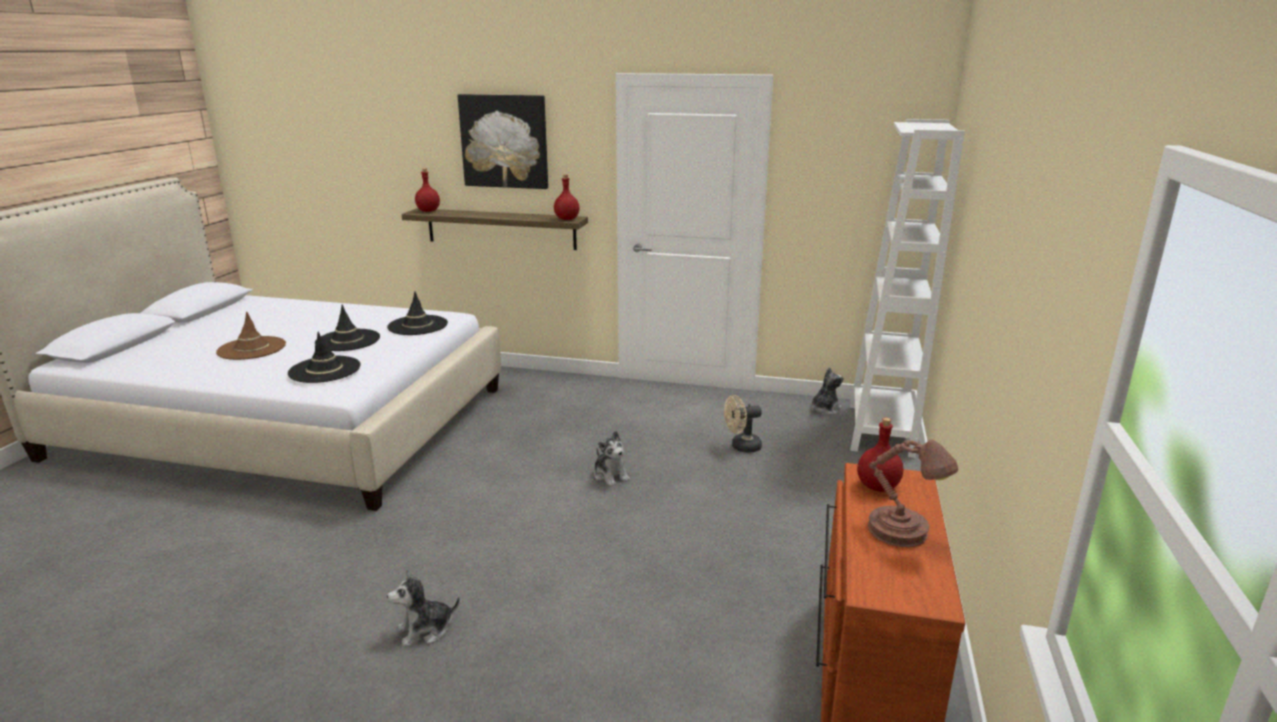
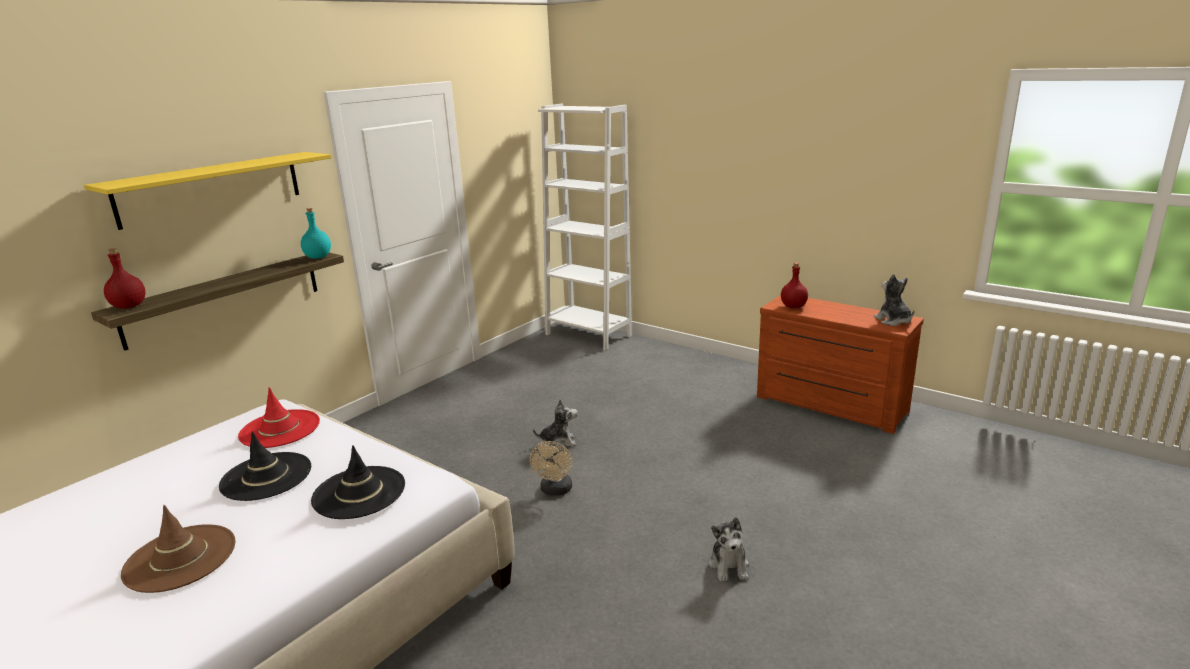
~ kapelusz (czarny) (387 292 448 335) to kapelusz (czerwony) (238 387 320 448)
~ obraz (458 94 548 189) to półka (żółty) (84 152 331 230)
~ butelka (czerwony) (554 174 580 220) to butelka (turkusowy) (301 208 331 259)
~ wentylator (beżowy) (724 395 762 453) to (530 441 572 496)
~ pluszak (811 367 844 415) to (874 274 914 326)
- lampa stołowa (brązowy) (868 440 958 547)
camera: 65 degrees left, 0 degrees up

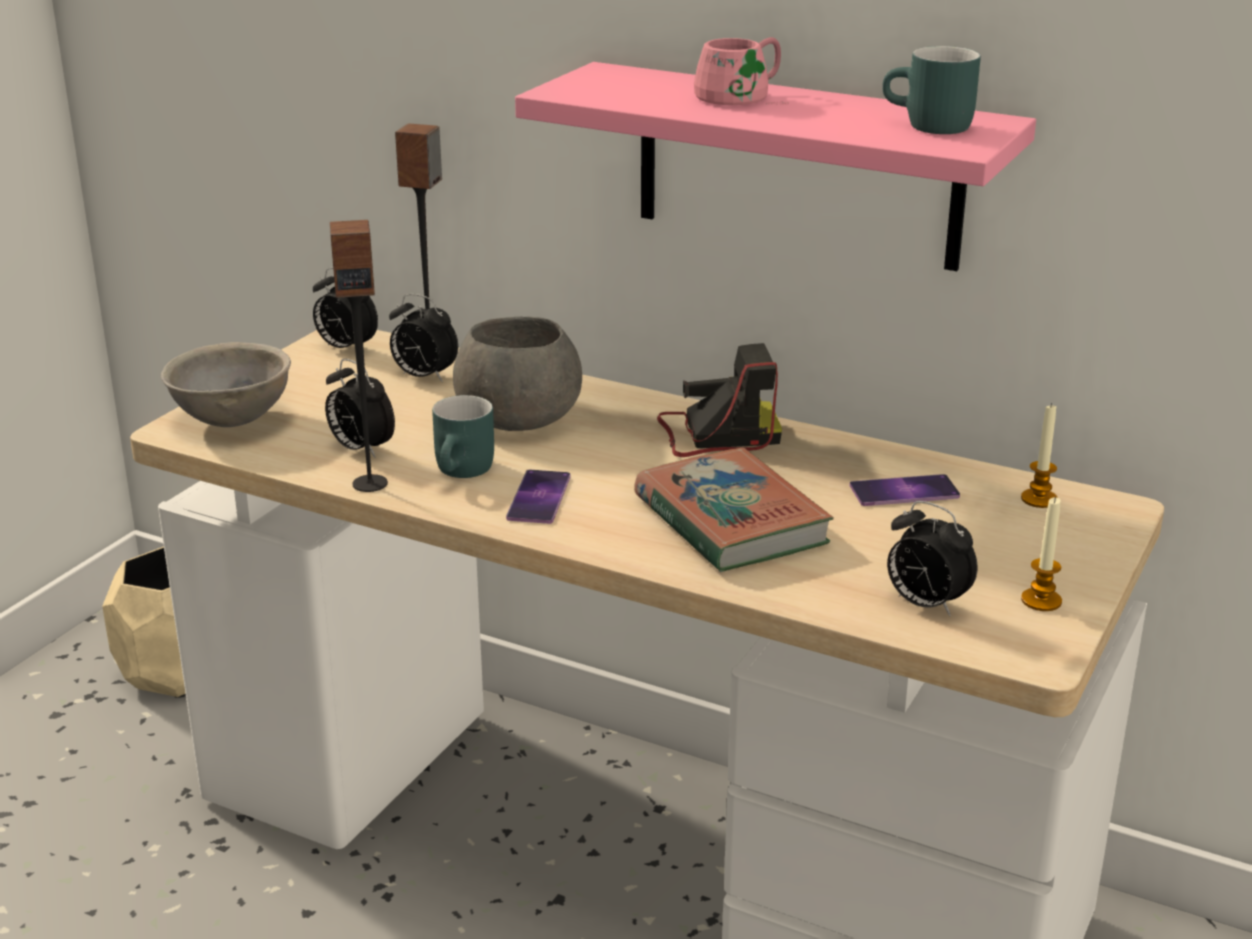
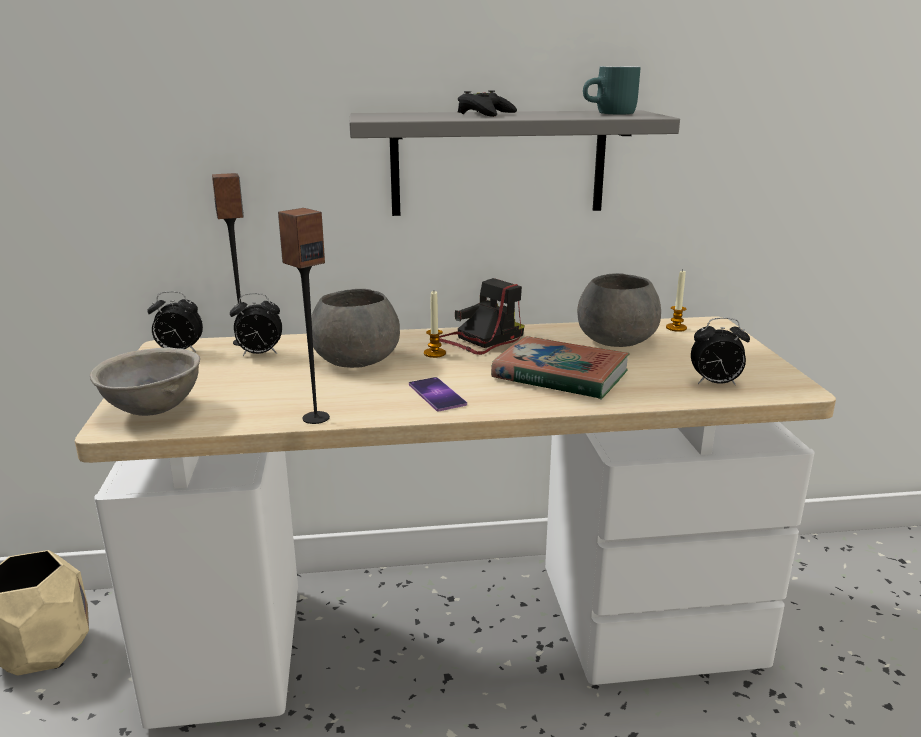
- budzik (325 359 395 458)
- kubek (turkusowy) (432 395 494 478)
~ półka (różowy) (515 62 1036 271) to półka (szary) (349 110 680 216)
~ kubek (różowy) (694 37 789 105) to pad do gier (czarny) (458 90 517 117)
~ telefon (850 474 960 506) to miska (szary) (577 273 661 347)
~ świeca (1021 496 1062 611) to (424 291 446 358)
camera: 35 degrees left, 5 degrees down

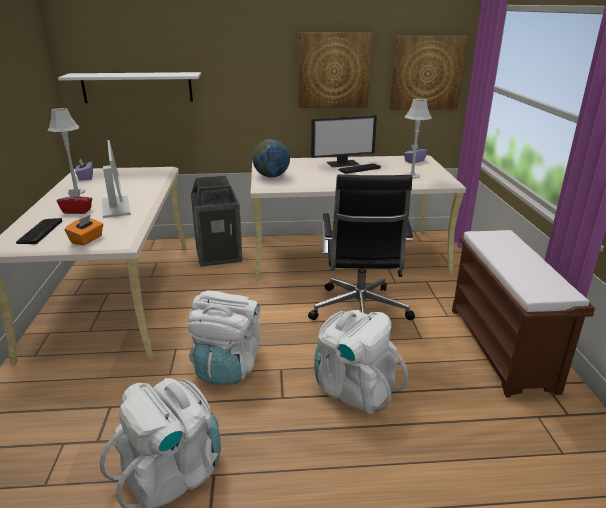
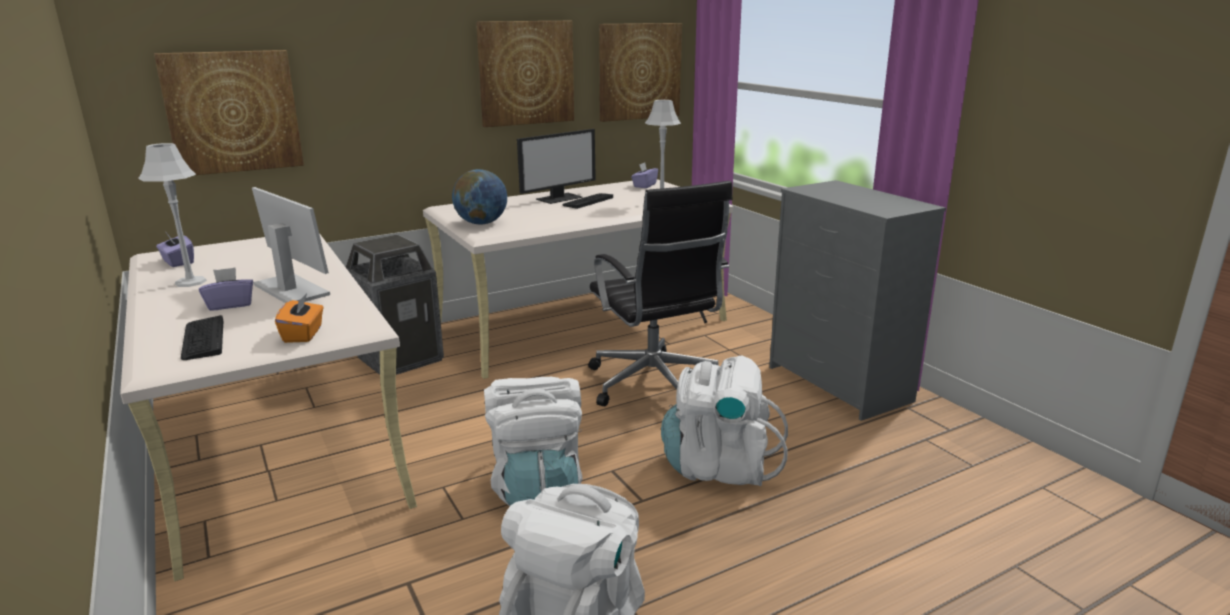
~ pudełko chusteczek (czerwony) (57 189 92 214) to pudełko chusteczek (fioletowy) (199 267 253 311)
~ półka (biały) (58 72 201 103) to obraz (154 50 304 175)
~ ławka (brązowy) (452 230 595 397) to komoda (szary) (769 180 946 421)
camera: 25 degrees left, 5 degrees down

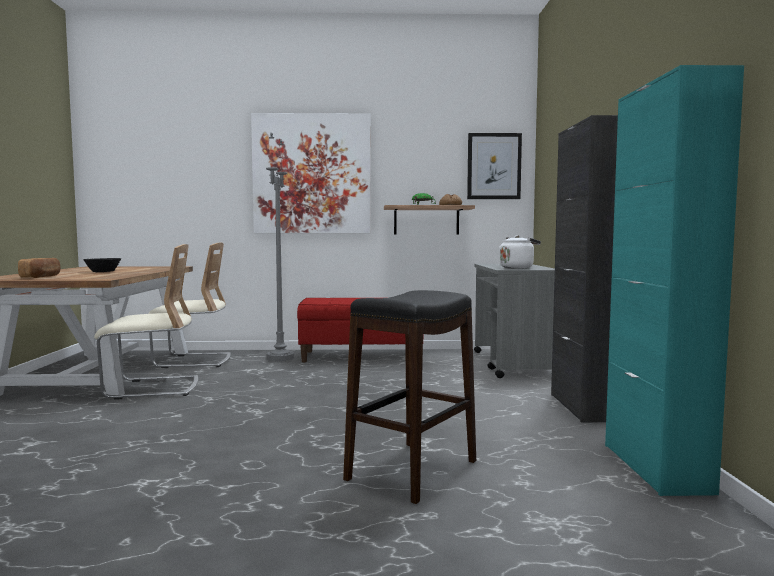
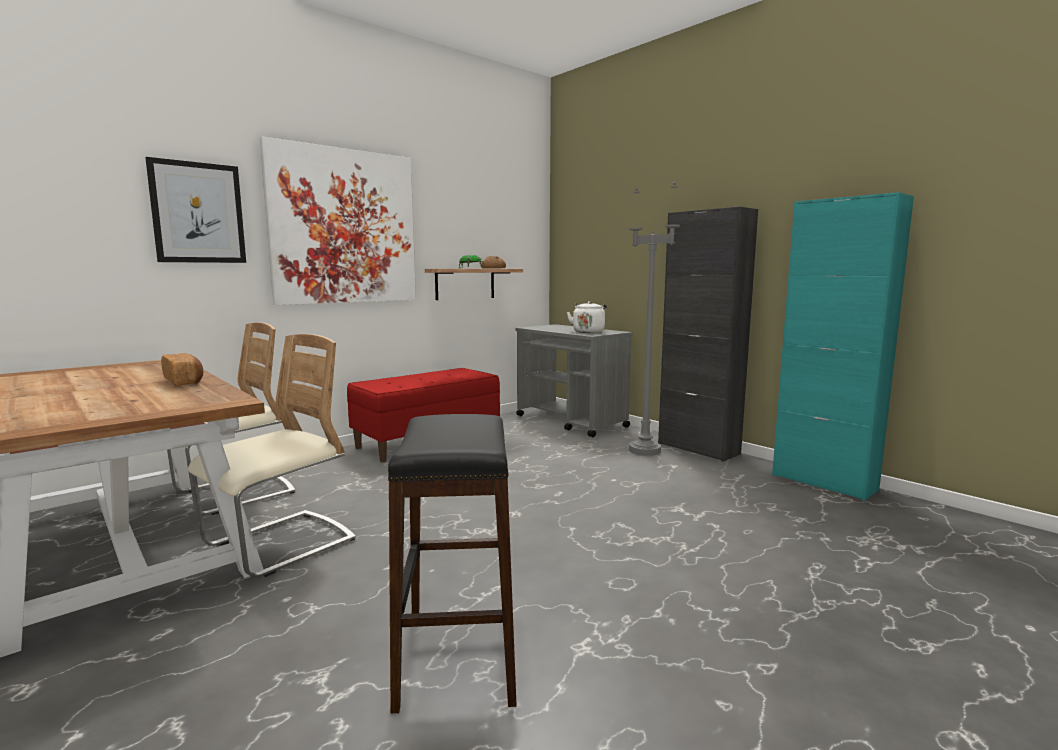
~ chleb (18 258 60 278) to (161 353 203 386)
- miska (czarny) (83 258 121 273)
~ lampa stojąca (szary) (266 132 294 361) to (628 180 680 456)
~ stołek (czarny) (343 290 476 504) to (388 414 517 714)
~ obraz (467 133 522 199) to (145 157 246 263)
camera: 40 degrees left, 5 degrees up

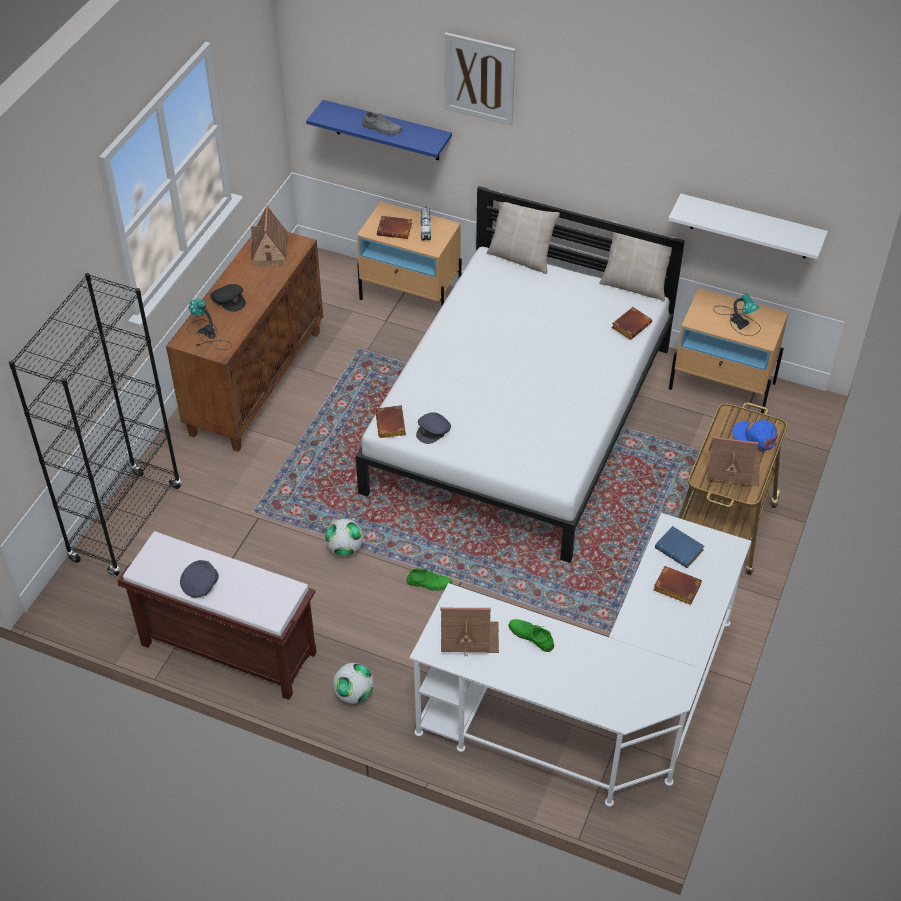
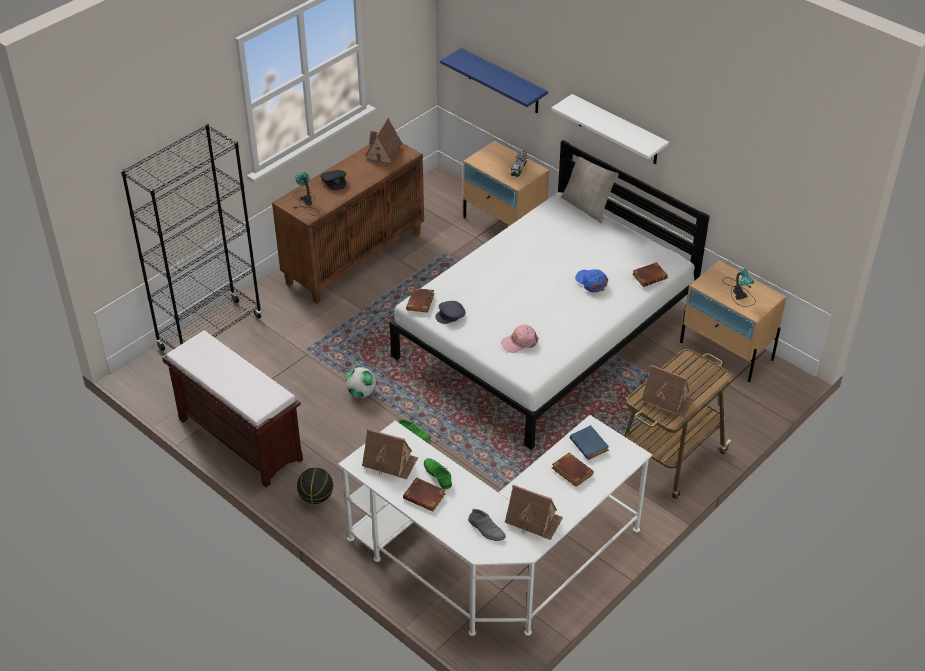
- czapka z daszkiem (szary) (180 560 219 598)
~ piłka futbolowa (333 663 374 704) to piłka do koszykówki (297 468 333 504)
~ but (szary) (362 111 402 135) to (468 508 506 541)
~ książka (brązowy) (377 216 412 239) to (403 477 446 512)
- obraz (444 32 516 126)
- poduszka (beżowy) (599 221 679 301)
~ półka (biały) (668 194 828 259) to (551 94 669 164)
~ czapka z daszkiem (niebieski) (732 420 779 451) to (575 269 608 292)
+ czapka z daszkiem (różowy) (501 325 539 353)
+ domek (505 484 563 540)
camera: 20 degrees right, 5 degrees down

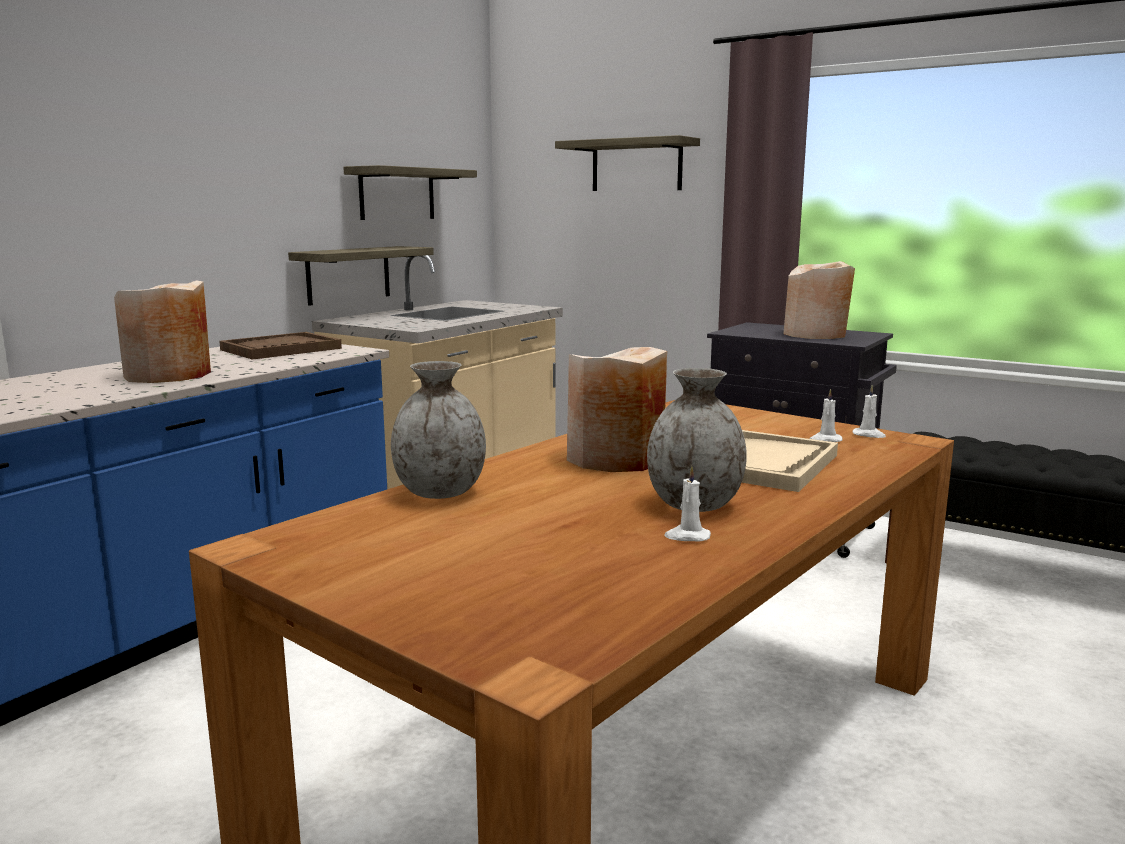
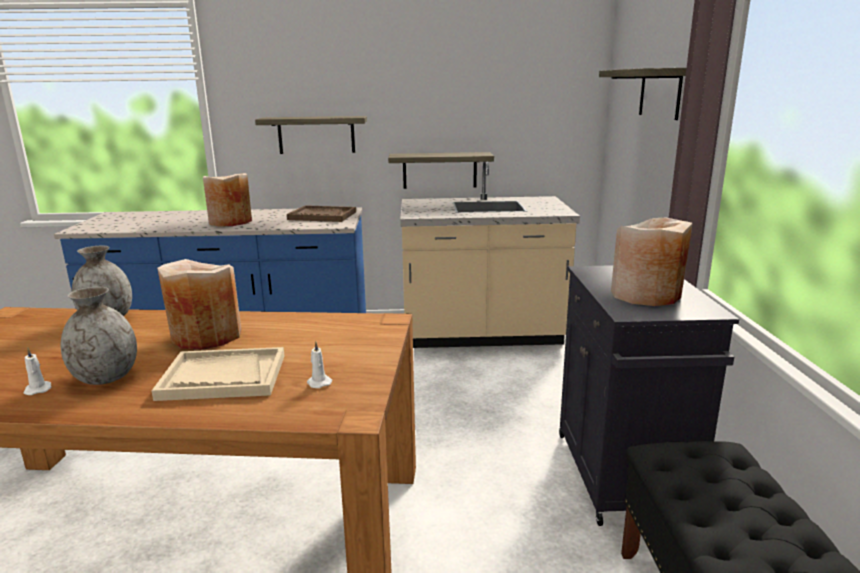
~ półka (343 165 477 220) to (255 116 367 154)
- świeca (biały) (853 385 886 438)
camera: 55 degrees right, 5 degrees up

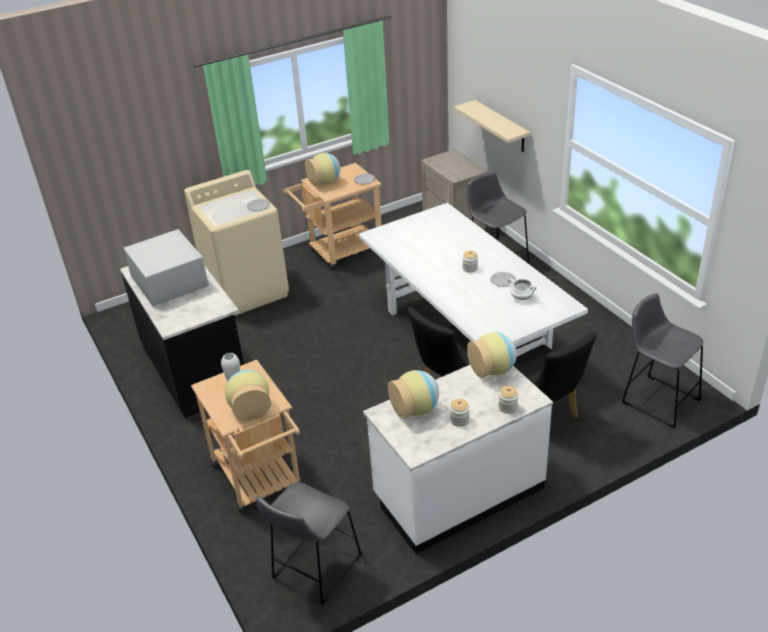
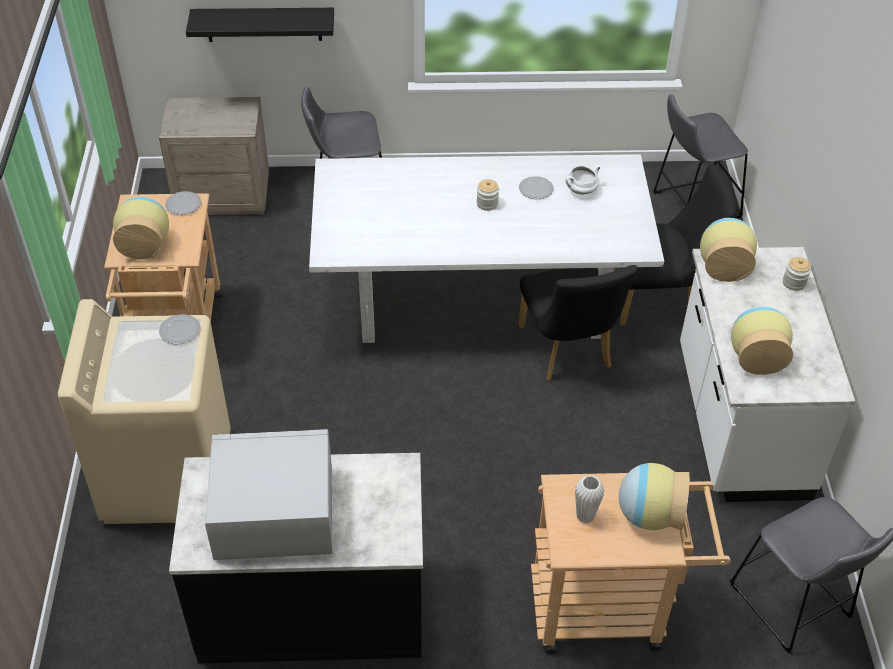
- słoik (450 399 470 427)
~ półka (beżowy) (454 100 530 152) to półka (czarny) (186 8 334 42)
camera: 65 degrees left, 10 degrees up

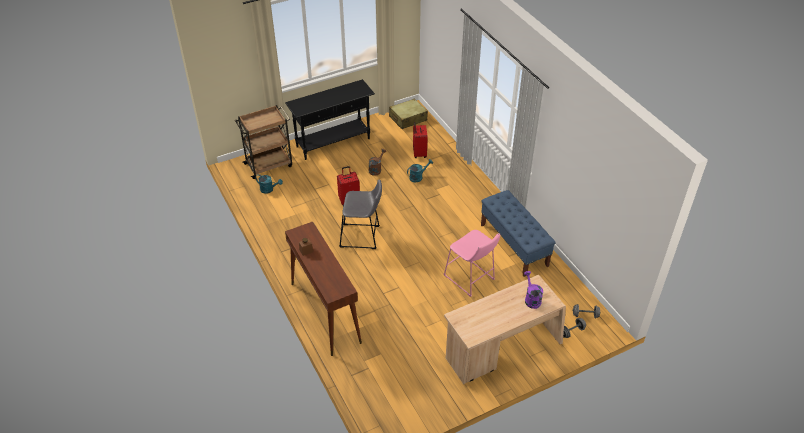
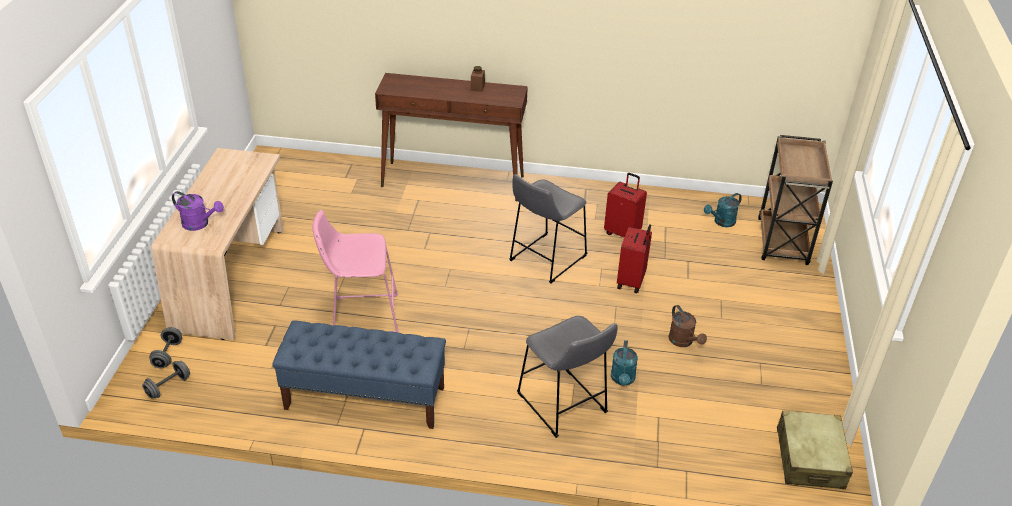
- stolik konsolowy (czarny) (285 79 375 160)
~ walizka (czerwony) (413 122 428 158) to (604 173 647 238)
+ stołek (szary) (517 316 618 438)
camera: 125 degrees right, 5 degrees down

